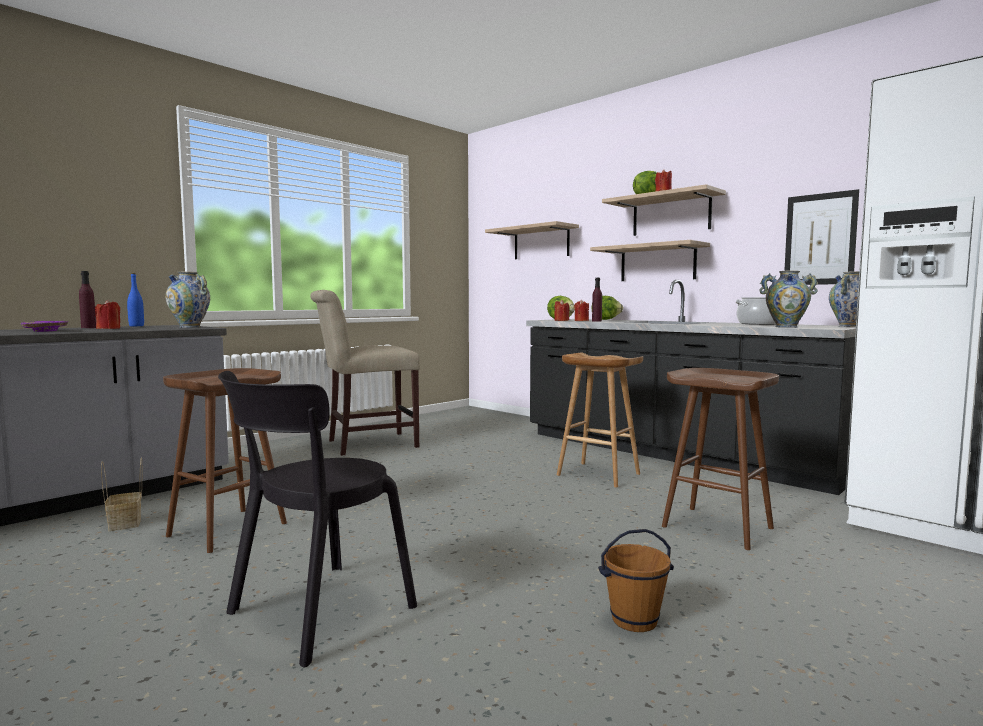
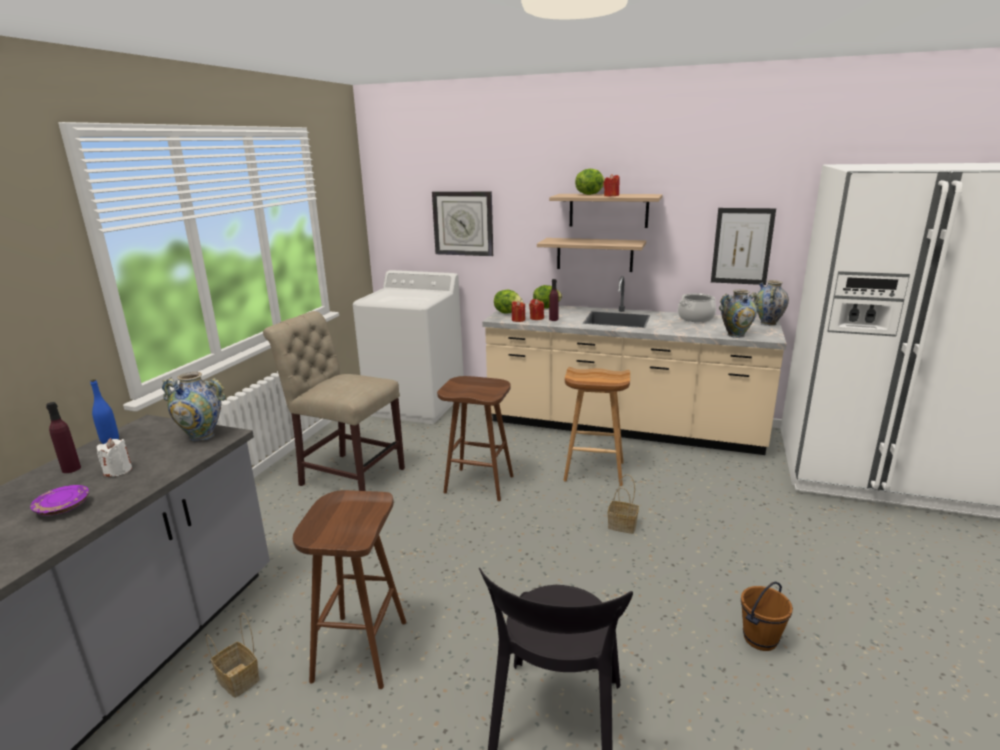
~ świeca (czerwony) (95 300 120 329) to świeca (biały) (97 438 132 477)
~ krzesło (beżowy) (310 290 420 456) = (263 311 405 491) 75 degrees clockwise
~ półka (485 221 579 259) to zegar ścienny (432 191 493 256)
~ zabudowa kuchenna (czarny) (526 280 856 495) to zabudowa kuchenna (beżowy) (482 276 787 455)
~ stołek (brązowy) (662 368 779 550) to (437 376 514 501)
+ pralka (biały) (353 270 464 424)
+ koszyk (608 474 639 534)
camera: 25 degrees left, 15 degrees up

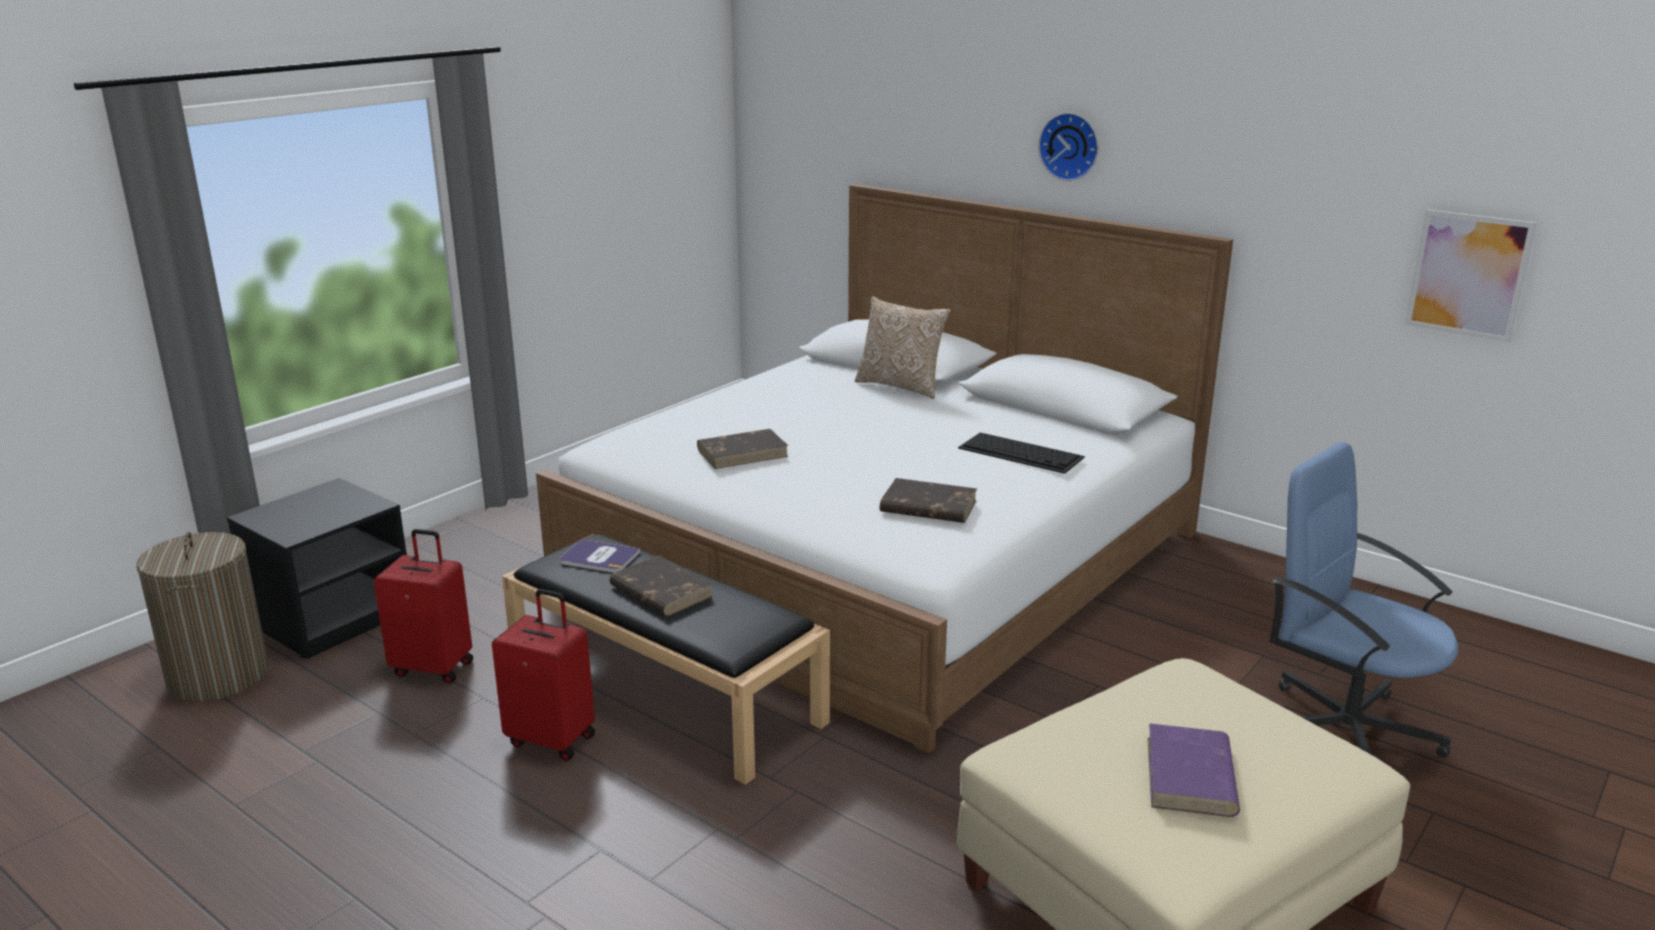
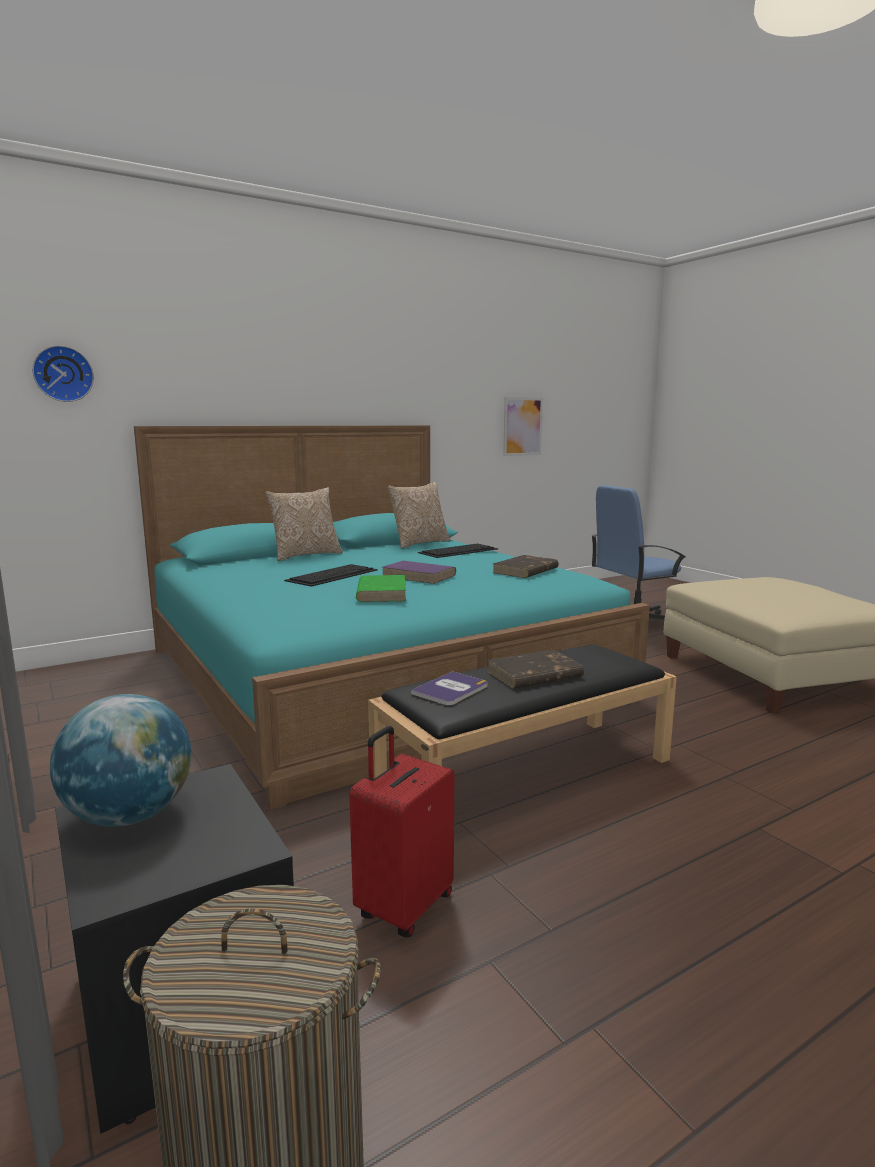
- walizka (czerwony) (492 589 595 761)
~ łóżko (biały) (536 184 1233 753) to łóżko (turkusowy) (134 425 650 810)
~ książka (brązowy) (697 429 789 469) to książka (zielony) (356 575 406 602)
~ zegar ścienny (1038 113 1098 181) to (32 345 94 402)
~ książka (fioletowy) (1148 723 1240 817) to (383 561 456 584)
+ globus (50 694 191 827)
+ klawiatura (284 564 378 587)
+ poduszka (387 482 450 549)
camera: 70 degrees left, 10 degrees down

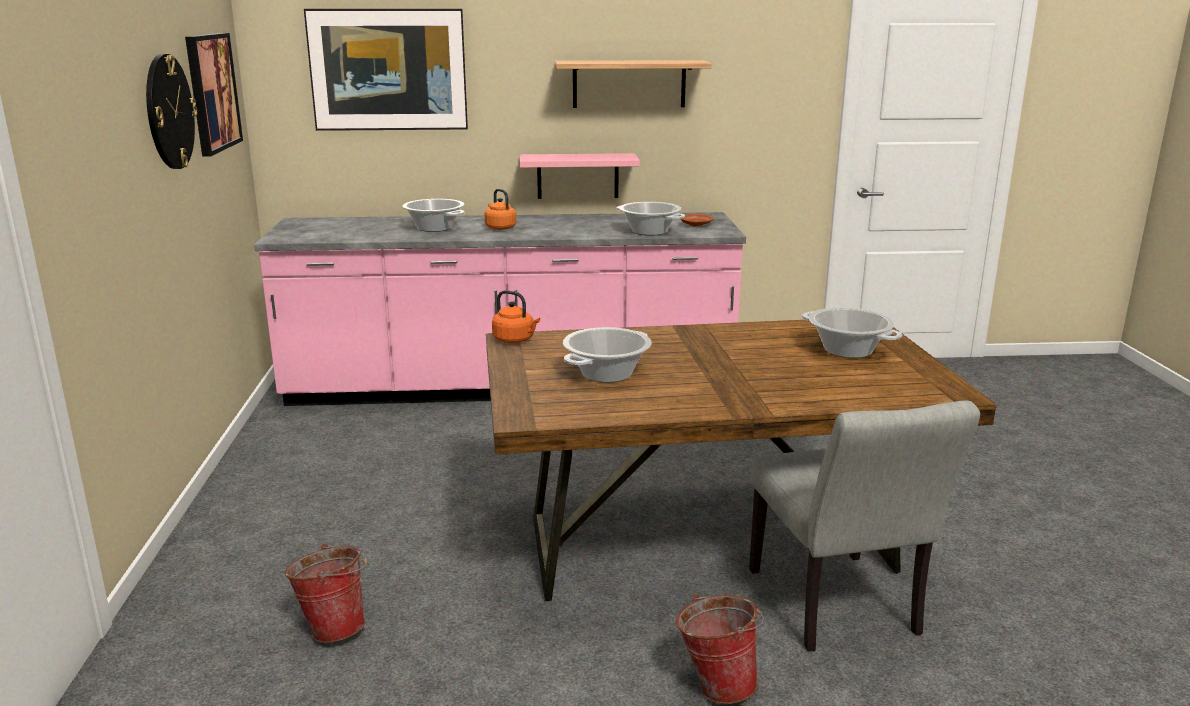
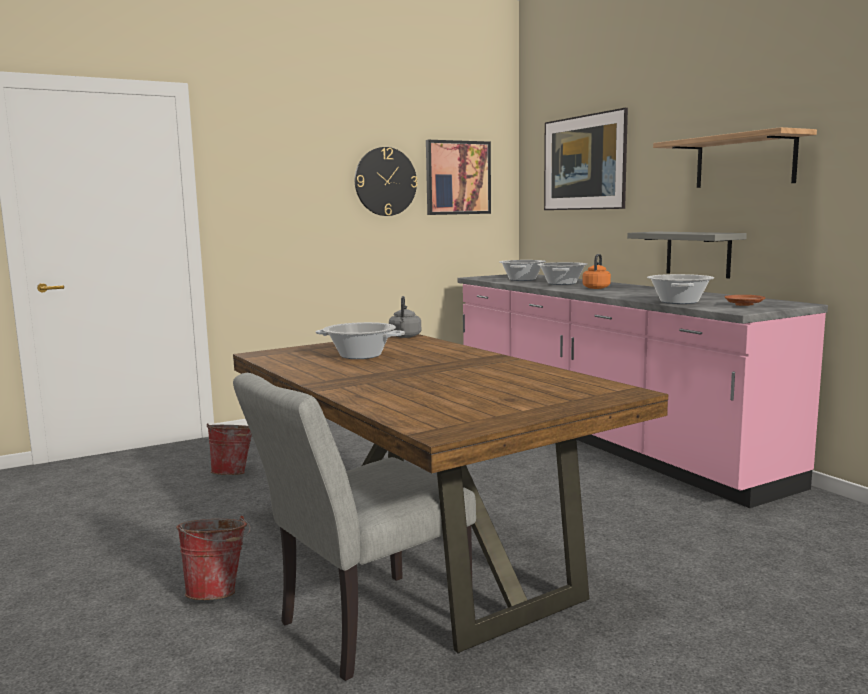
~ czajnik (pomarańczowy) (492 290 540 343) to czajnik (szary) (389 296 421 338)
~ półka (różowy) (520 153 640 199) to półka (szary) (627 232 747 278)
~ garnek (802 307 902 358) to (499 260 546 281)
camera: 65 degrees right, 10 degrees down

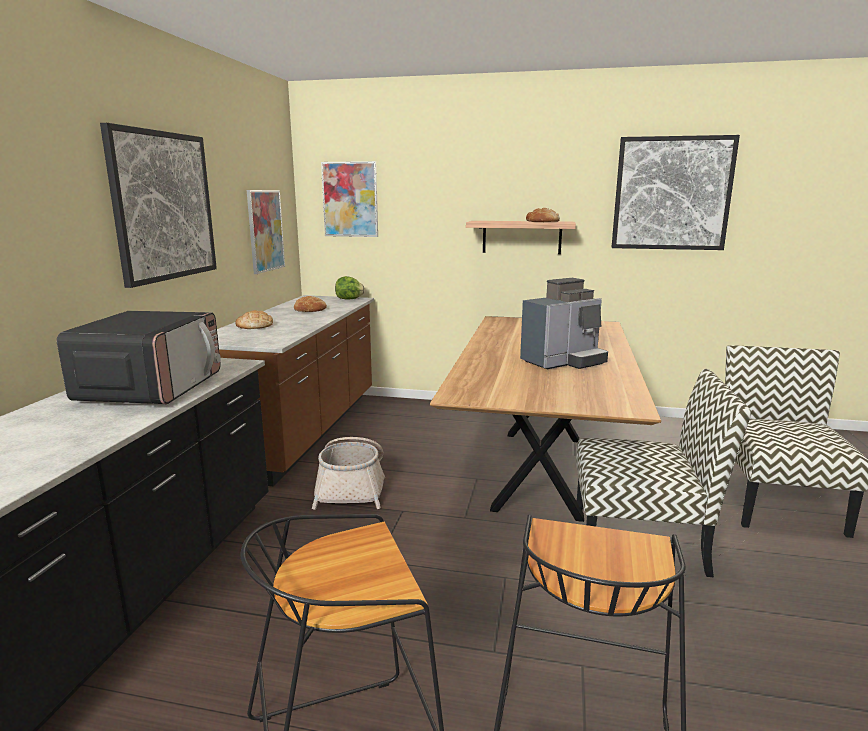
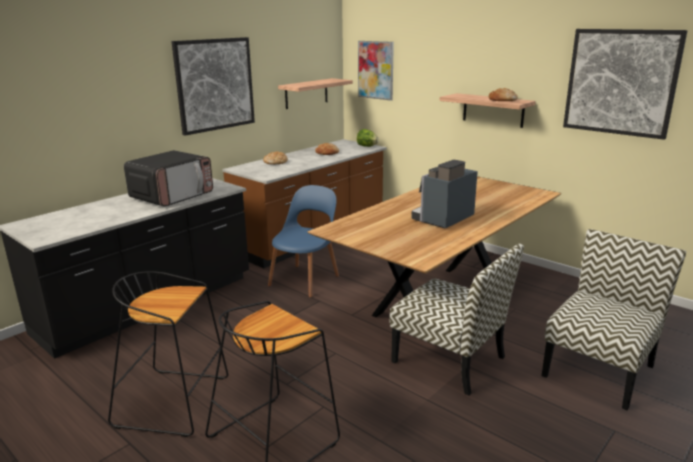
~ obraz (247 190 285 274) to półka (278 78 353 109)
~ koszyk (312 437 385 510) to krzesło (niebieski) (268 185 339 298)
~ ekspres do kawy (520 278 608 369) = (411 160 478 228) 135 degrees clockwise
camera: 30 degrees right, 5 degrees up

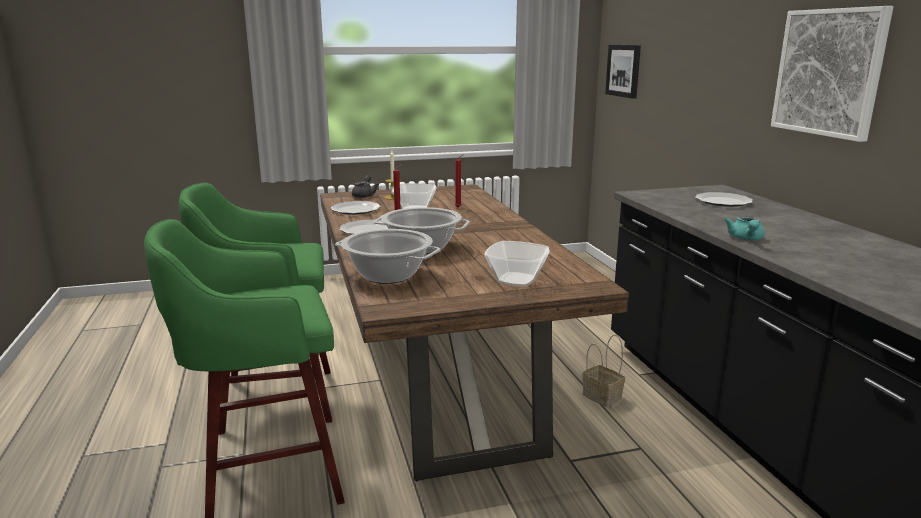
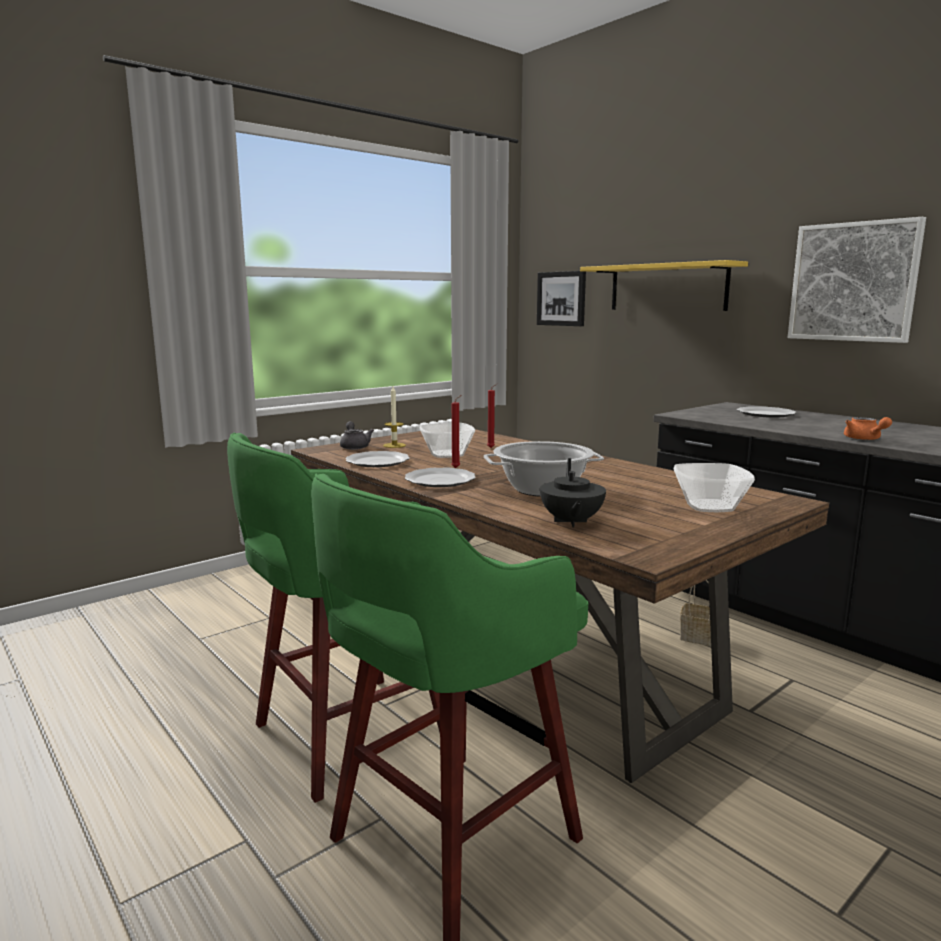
~ garnek (335 229 441 284) to imbryk (czarny) (540 458 606 527)
~ imbryk (turkusowy) (724 216 765 240) to imbryk (pomarańczowy) (844 417 892 440)
+ półka (żółty) (580 260 748 311)
camera: 25 degrees left, 5 degrees down

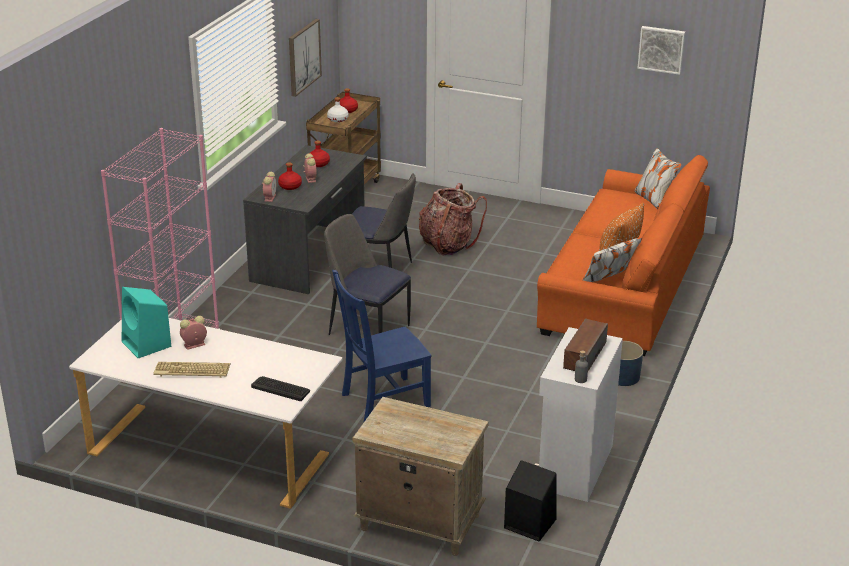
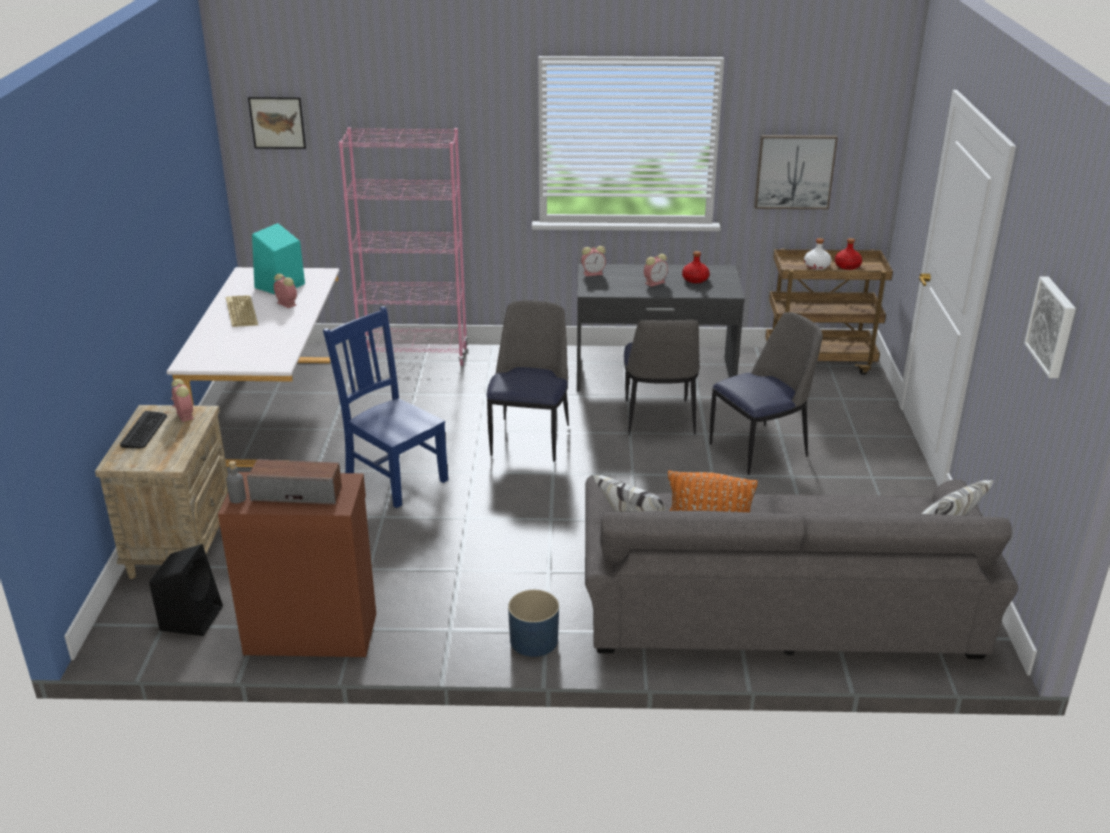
~ klawiatura (251 376 310 401) to (120 411 167 449)
- butelka (czerwony) (278 162 302 190)
~ plecak (419 183 487 256) to krzesło (710 312 823 475)
~ szafka (biały) (534 327 623 502) to szafka (brązowy) (218 472 376 657)
~ kanapa (pomarańczowy) (537 148 710 356) to kanapa (szary) (585 475 1018 659)
+ budzik (171 379 194 422)
+ obraz (248 97 306 149)
camera: 70 degrees right, 0 degrees up

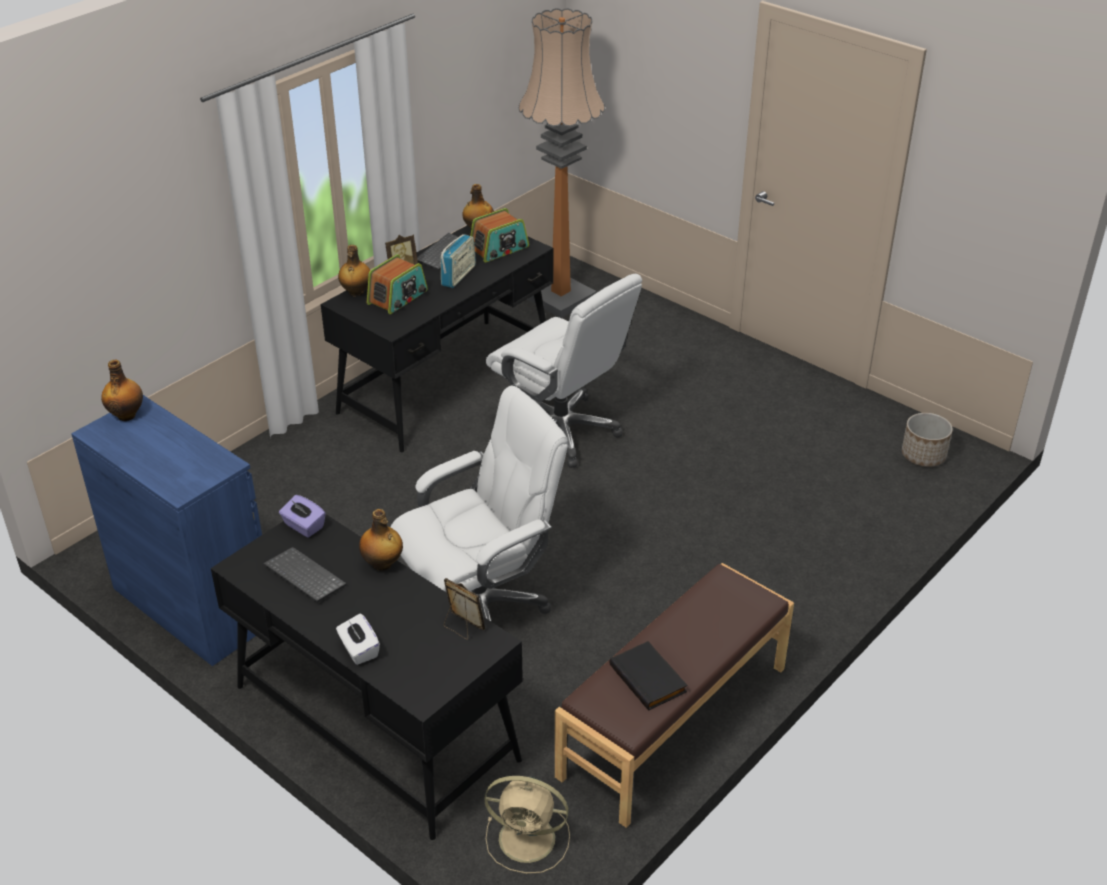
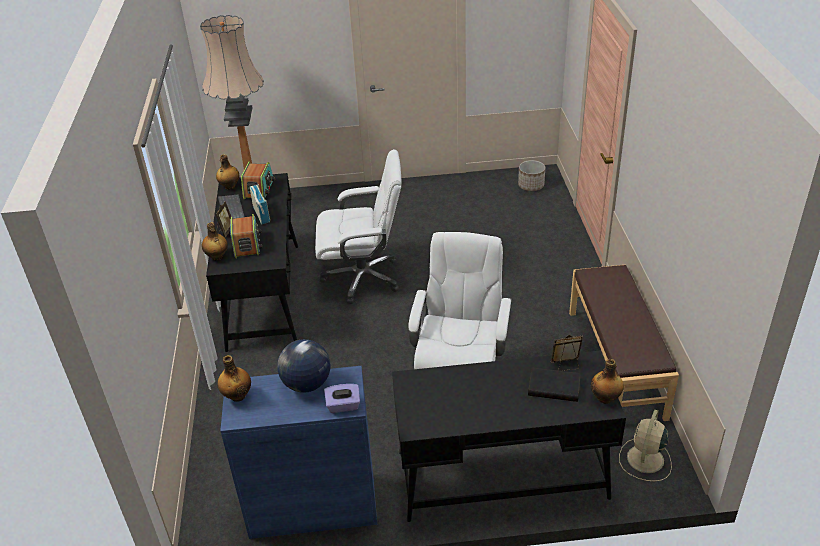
- klawiatura (263 547 347 603)
~ pudełko chusteczek (fioletowy) (279 495 326 538) to (324 384 360 413)
- pudełko chusteczek (biały) (336 614 380 665)
~ butelka (359 509 403 571) to (591 359 624 404)
~ wentylator (beżowy) (484 776 570 874) = (619 410 672 481) 150 degrees clockwise
~ książka (czarny) (610 641 687 710) to (528 367 581 402)
+ globus (277 339 330 393)
camera: 45 degrees left, 0 degrees up

